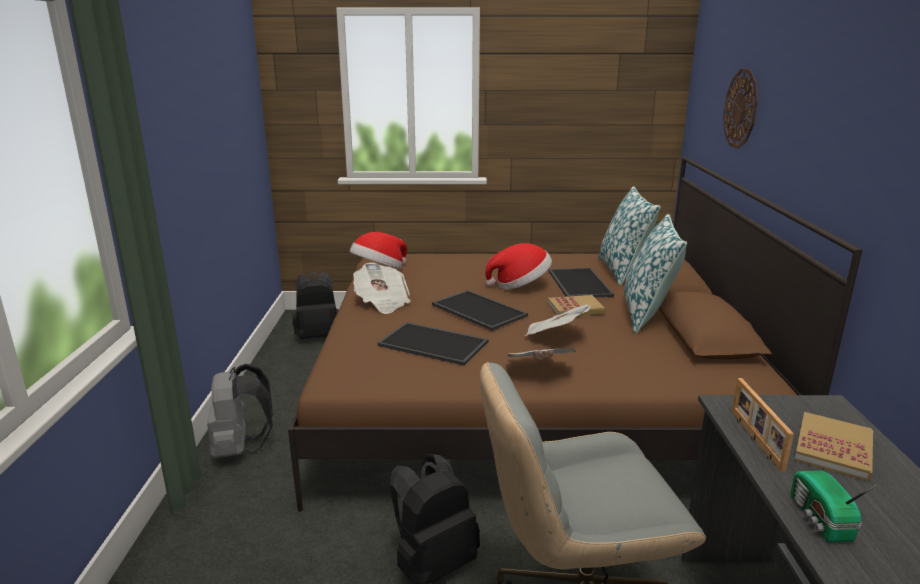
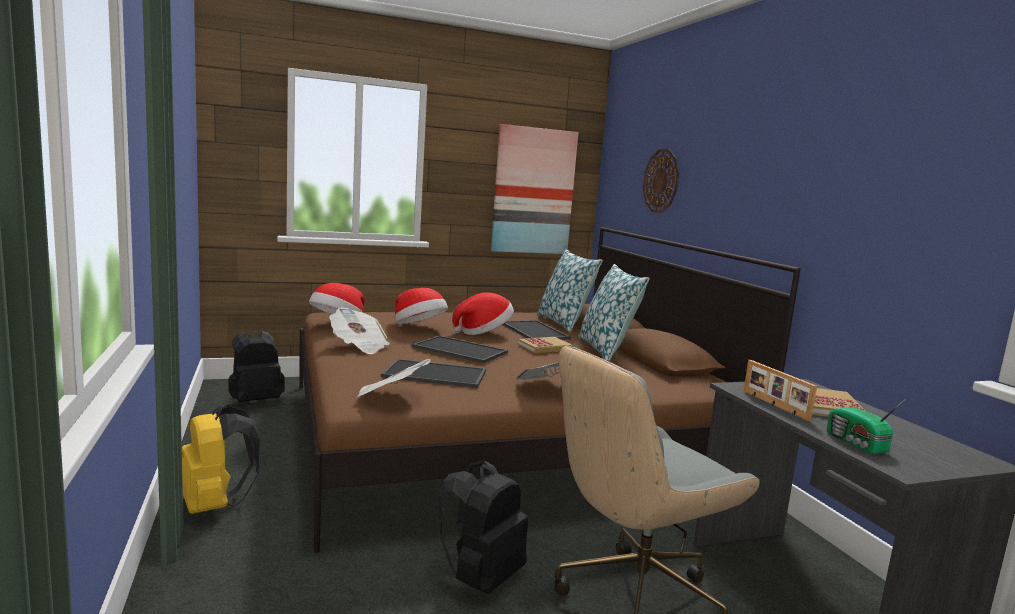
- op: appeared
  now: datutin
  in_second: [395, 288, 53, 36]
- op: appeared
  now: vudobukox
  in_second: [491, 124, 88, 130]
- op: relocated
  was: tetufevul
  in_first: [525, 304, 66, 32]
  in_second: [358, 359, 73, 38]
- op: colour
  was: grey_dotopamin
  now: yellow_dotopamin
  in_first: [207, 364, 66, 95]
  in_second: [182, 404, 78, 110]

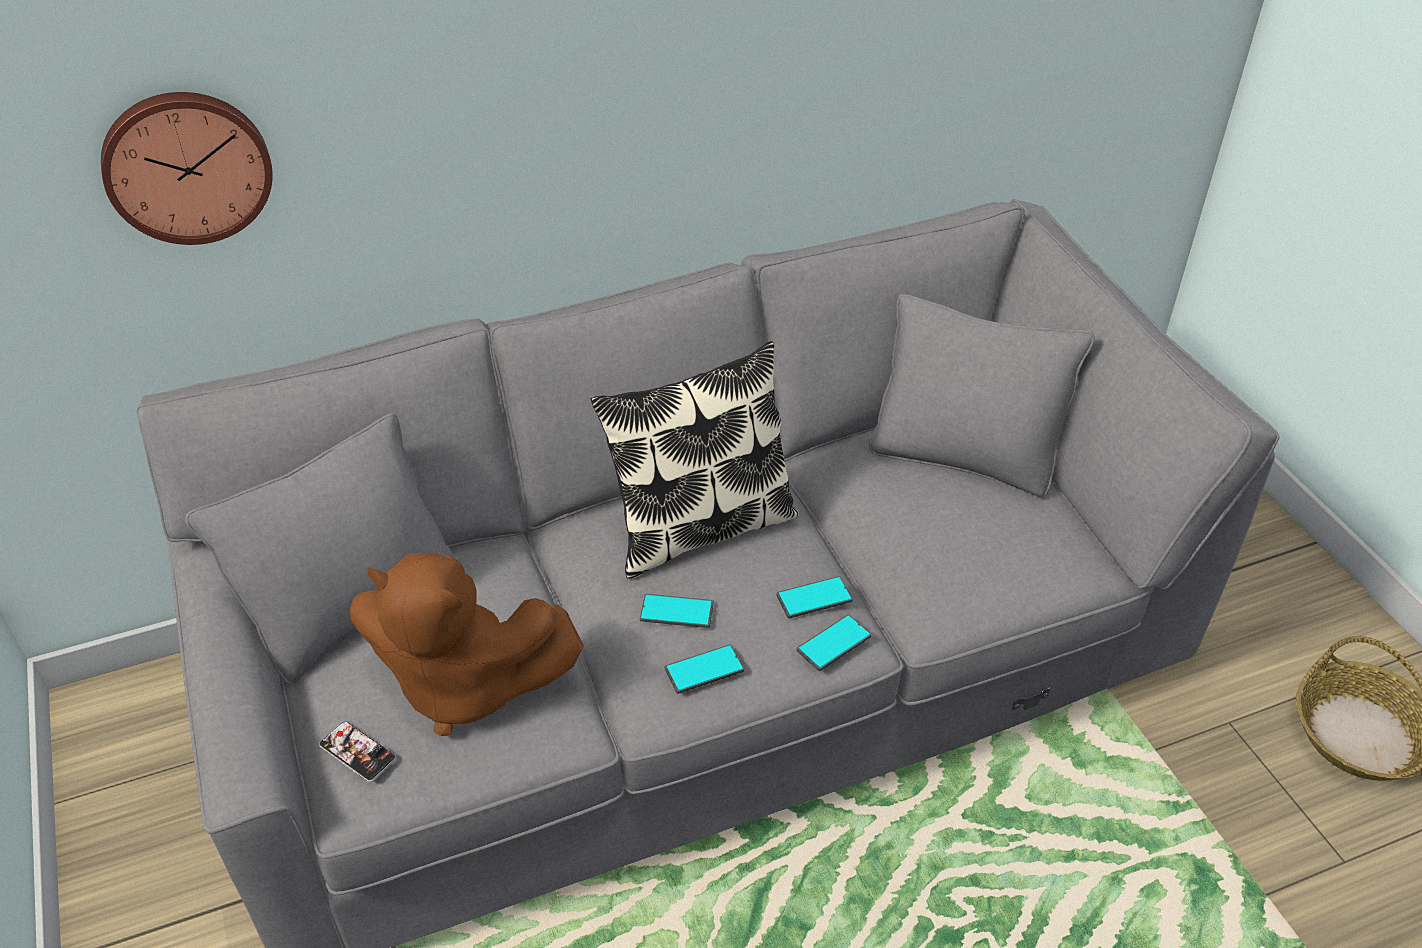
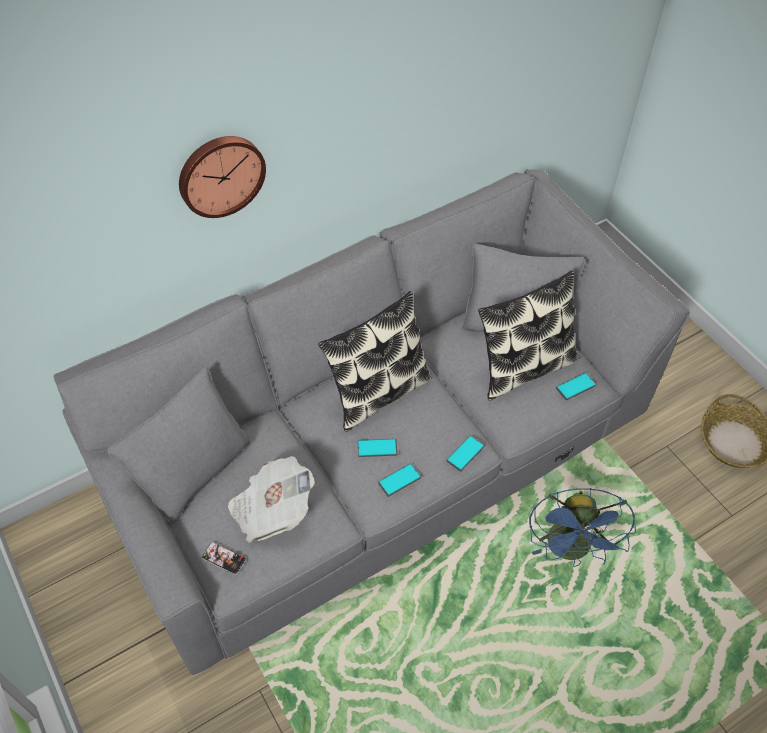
- op: appeared
  now: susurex
  in_second: [478, 271, 100, 129]
- op: appeared
  now: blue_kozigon
  in_second: [529, 488, 107, 79]
- op: relocated
  was: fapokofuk
  in_first: [101, 92, 172, 153]
  in_second: [179, 136, 87, 82]
- op: relocated
  was: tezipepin
  in_first: [776, 576, 77, 42]
  in_second: [556, 373, 40, 27]
- op: exchanged
  was: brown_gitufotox
  now: tetufevul
  in_first: [350, 553, 234, 183]
  in_second: [228, 456, 87, 87]

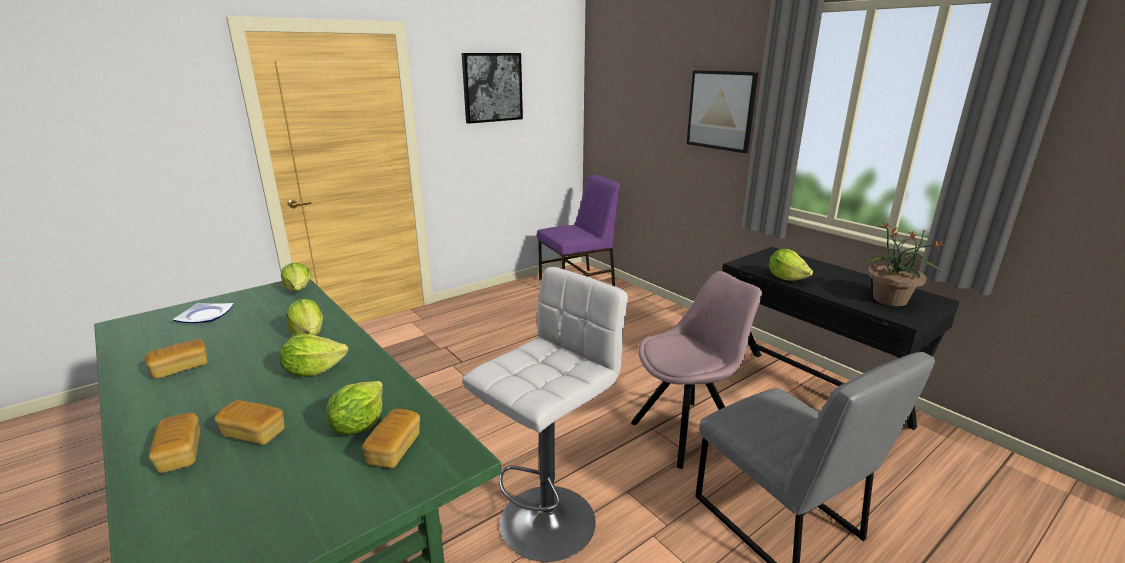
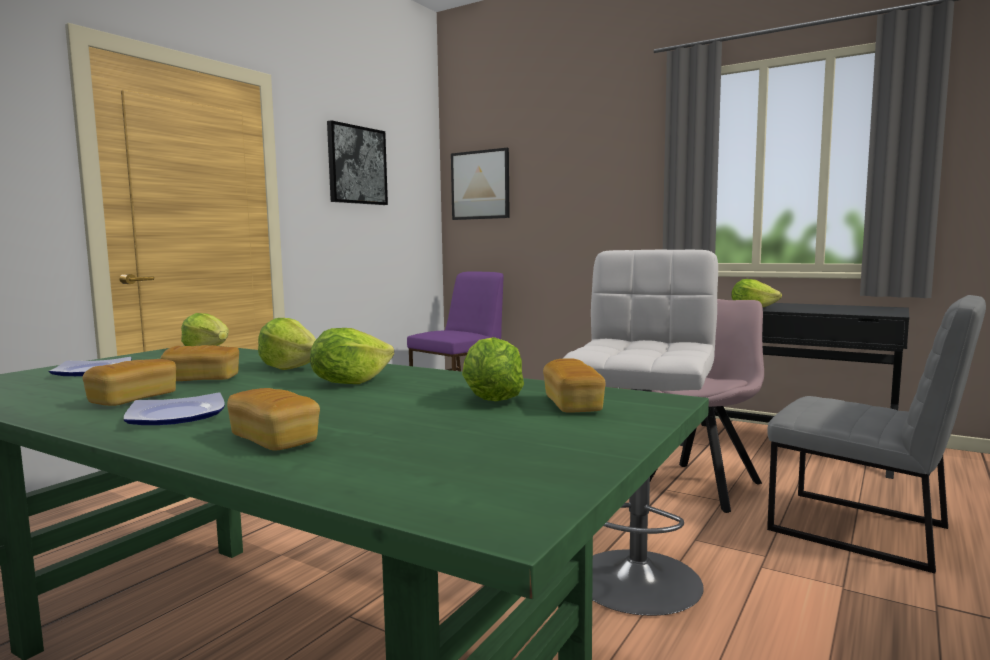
- op: missing
  was: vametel
  in_first: [864, 222, 81, 84]
- op: appeared
  now: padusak
  in_second: [124, 393, 101, 32]
- op: relocated
  was: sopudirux
  in_first: [214, 400, 71, 45]
  in_second: [160, 345, 79, 36]
- op: relocated
  was: vudobukox
  in_first: [687, 70, 71, 83]
  in_second: [451, 148, 59, 72]

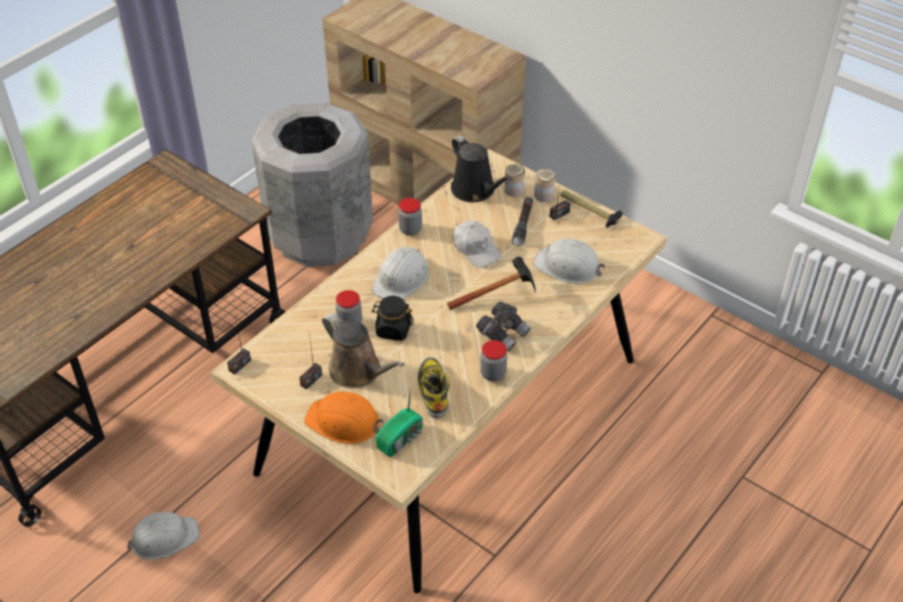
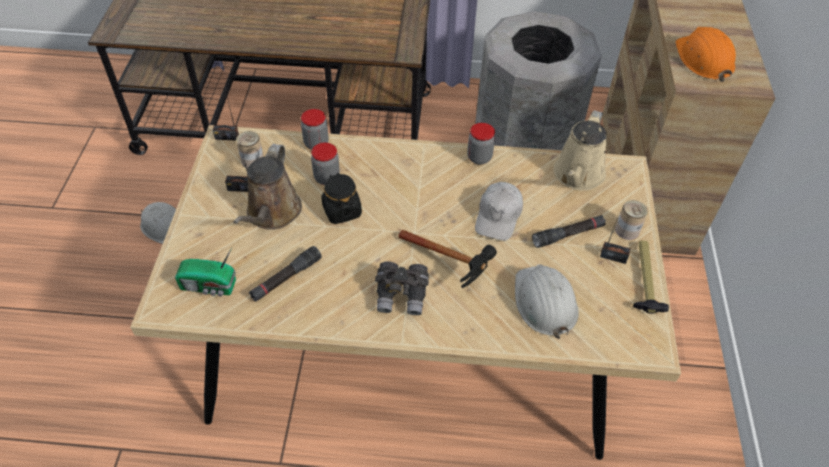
- op: missing
  was: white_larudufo
  in_first: [372, 247, 57, 52]
- op: relocated
  was: orange_larudufo
  in_first: [304, 392, 80, 52]
  in_second: [675, 27, 61, 55]
- op: relocated
  was: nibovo
  in_first: [480, 340, 27, 41]
  in_second: [301, 109, 28, 41]
- op: relocated
  was: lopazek
  in_first: [504, 164, 21, 33]
  in_second: [236, 131, 28, 37]
- op: exchanged
  was: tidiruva
  now: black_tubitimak
  in_first: [418, 357, 32, 61]
  in_second: [249, 246, 73, 55]
- op: colour
  was: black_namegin
  now: beige_namegin
  in_first: [451, 136, 61, 66]
  in_second: [553, 110, 54, 81]

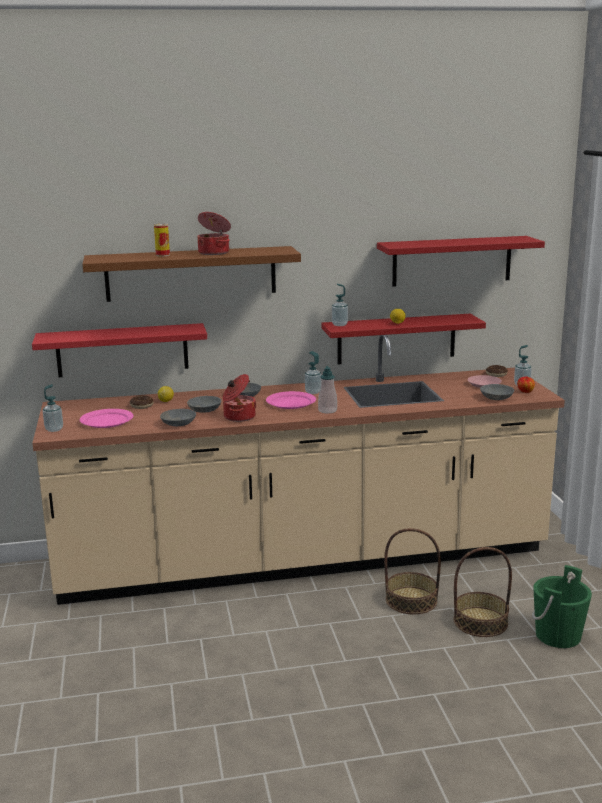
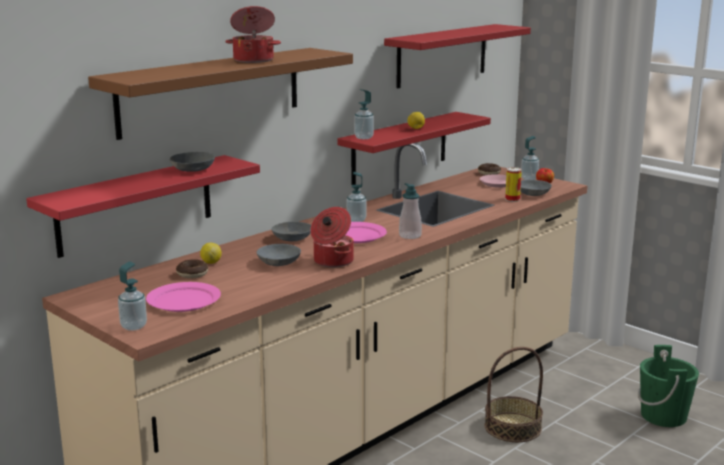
- op: missing
  was: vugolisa
  in_first: [454, 547, 58, 90]
- op: relocated
  was: lopazek
  in_first: [154, 224, 16, 32]
  in_second: [505, 167, 17, 35]
- op: relocated
  was: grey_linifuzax
  in_first: [160, 409, 36, 17]
  in_second: [169, 152, 46, 20]

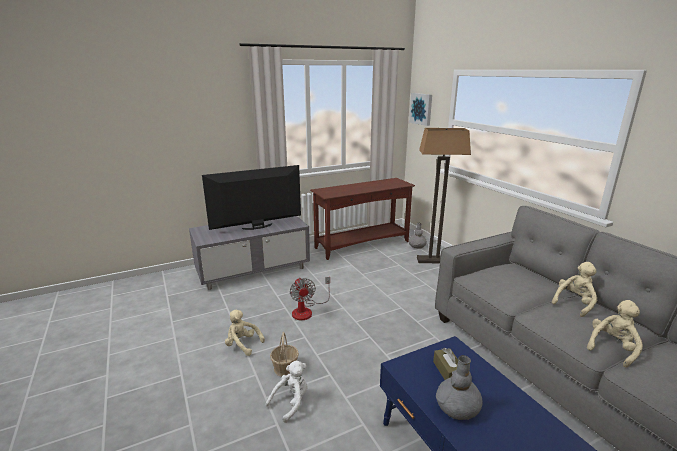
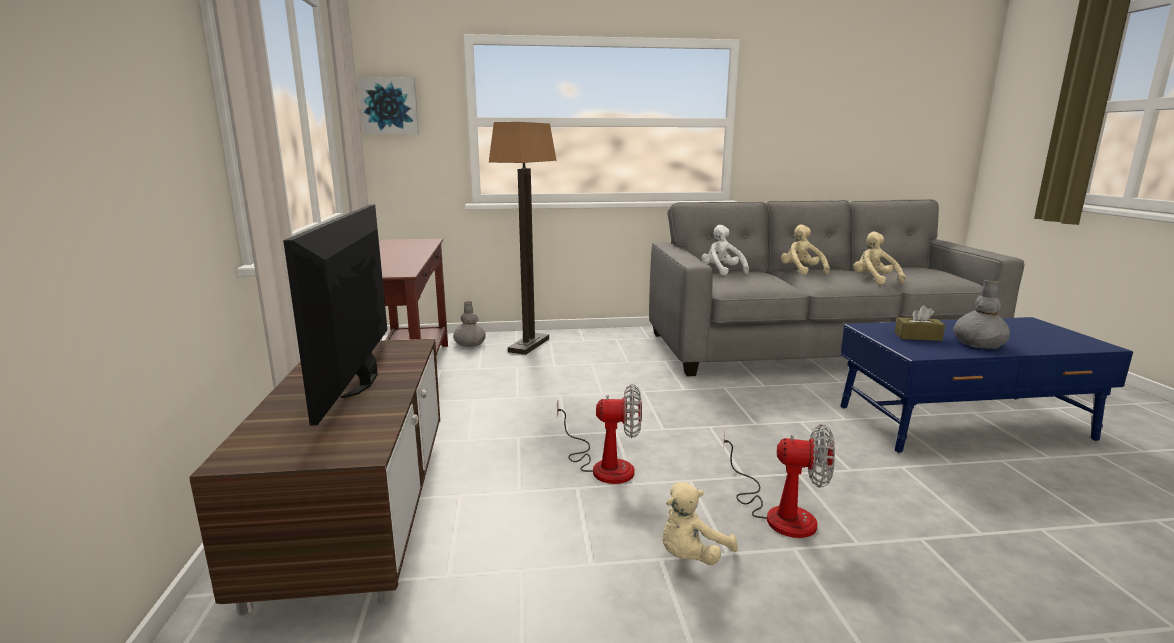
- op: relocated
  was: white_gitufotox
  in_first: [266, 361, 42, 62]
  in_second: [701, 225, 48, 51]
- op: exchanged
  was: vugolisa
  now: kozigon
  in_first: [270, 332, 29, 45]
  in_second: [723, 424, 112, 114]
- op: colour
  was: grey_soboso
  now: brown_soboso
  in_first: [189, 216, 121, 74]
  in_second: [189, 339, 251, 276]

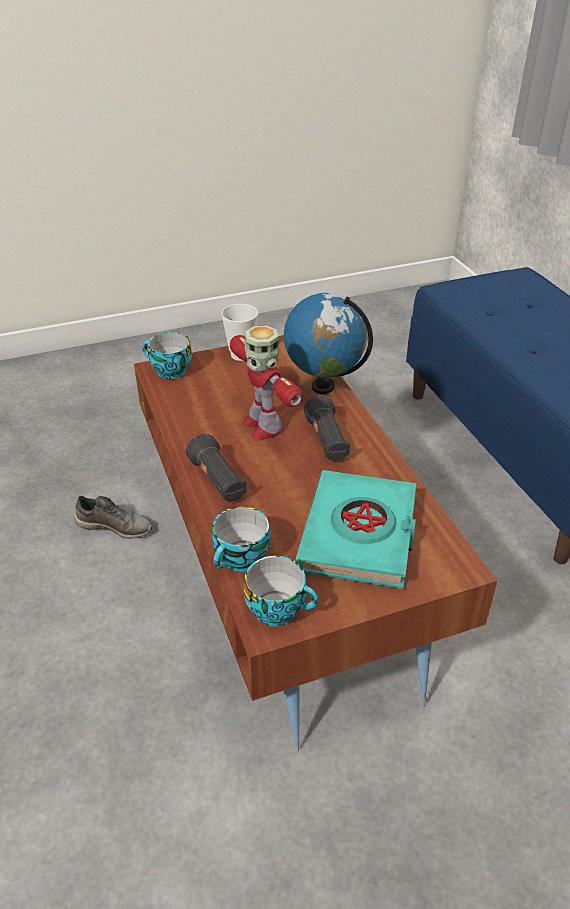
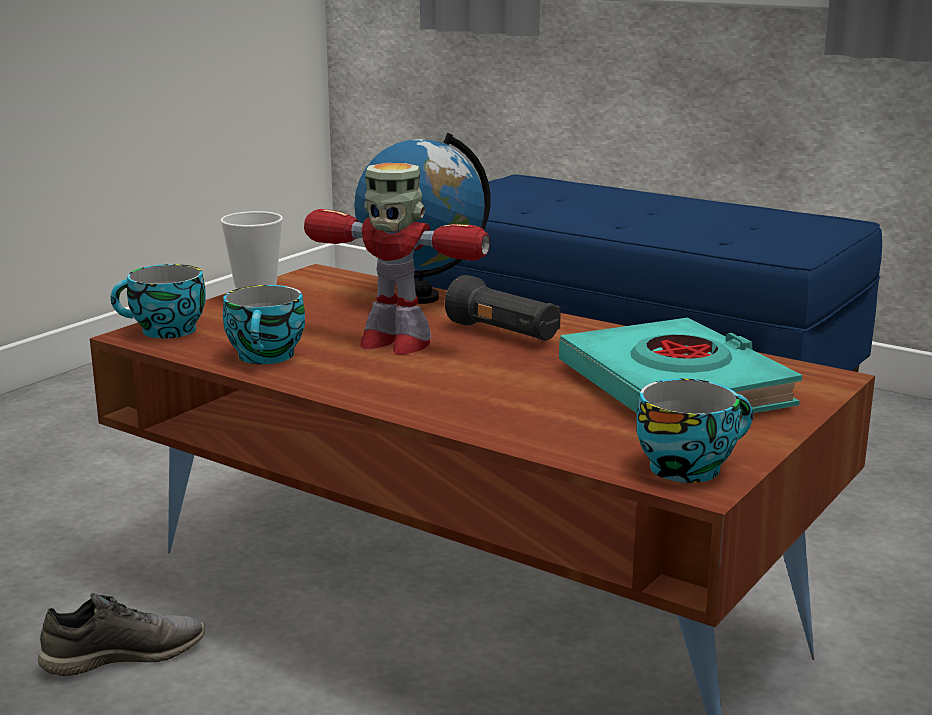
- op: missing
  was: black_tubitimak
  in_first: [186, 434, 61, 68]
- op: relocated
  was: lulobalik
  in_first: [212, 506, 59, 66]
  in_second: [223, 285, 82, 79]

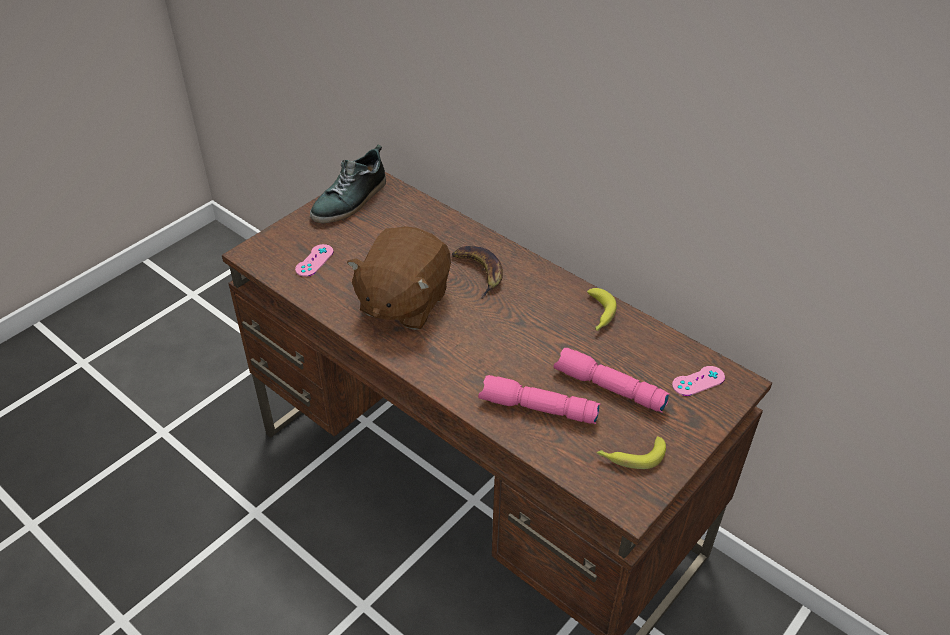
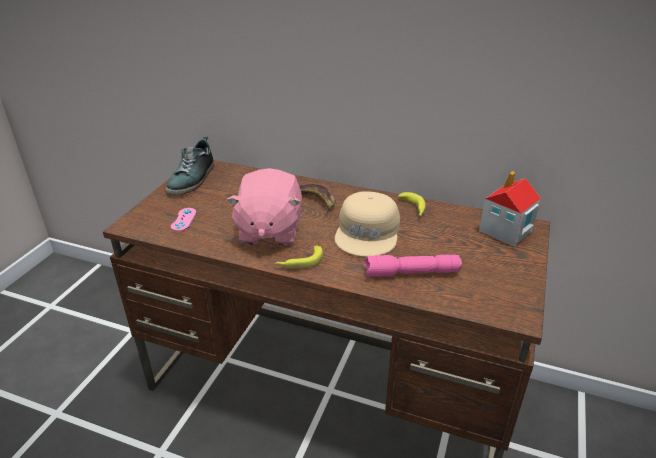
- op: missing
  was: pink_tubitimak
  in_first: [554, 348, 116, 65]
- op: appeared
  now: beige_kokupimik
  in_second: [335, 192, 65, 65]
- op: relocated
  was: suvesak
  in_first: [597, 436, 69, 33]
  in_second: [275, 246, 48, 23]
- op: exchanged
  was: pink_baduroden
  now: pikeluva
  in_first: [672, 366, 53, 30]
  in_second: [479, 171, 62, 76]
- op: colour
  was: brown_gitufotox
  now: pink_gitufotox
  in_first: [347, 226, 104, 104]
  in_second: [226, 168, 76, 78]

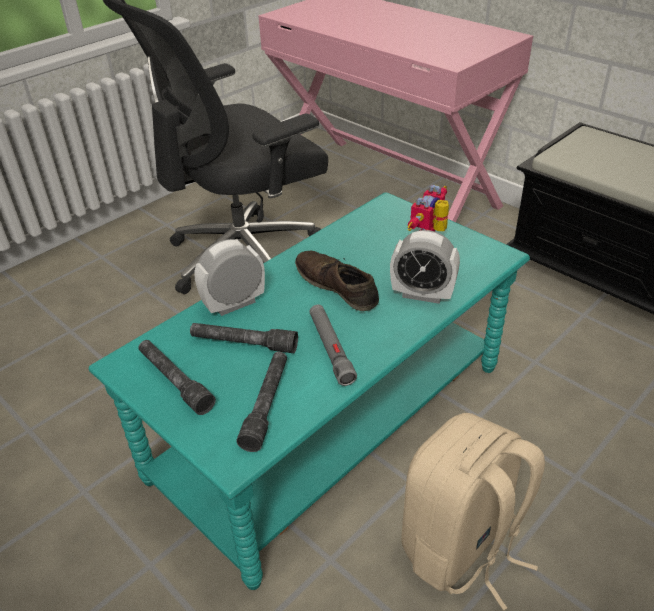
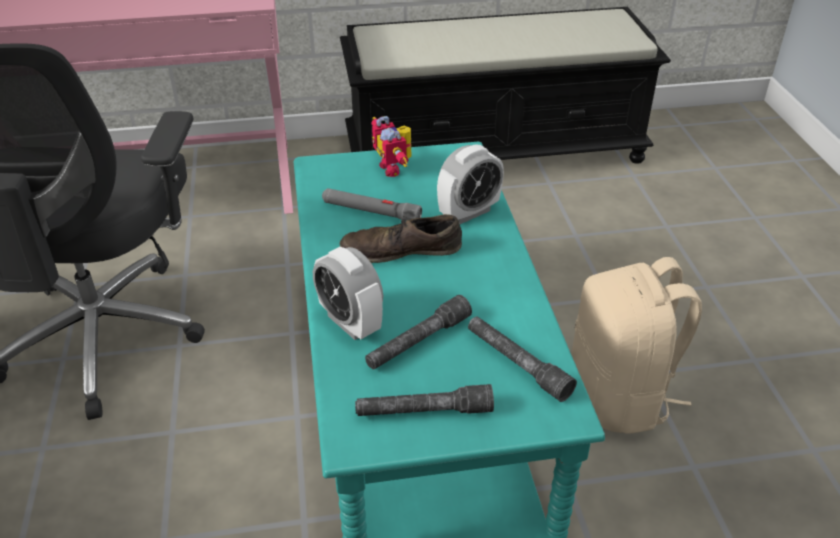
- op: relocated
  was: grey_tubitimak
  in_first: [309, 305, 48, 81]
  in_second: [322, 188, 100, 34]
- op: spun
  was: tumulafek
  in_first: [194, 239, 71, 77]
  in_second: [313, 247, 70, 93]
  clockwise: -45

